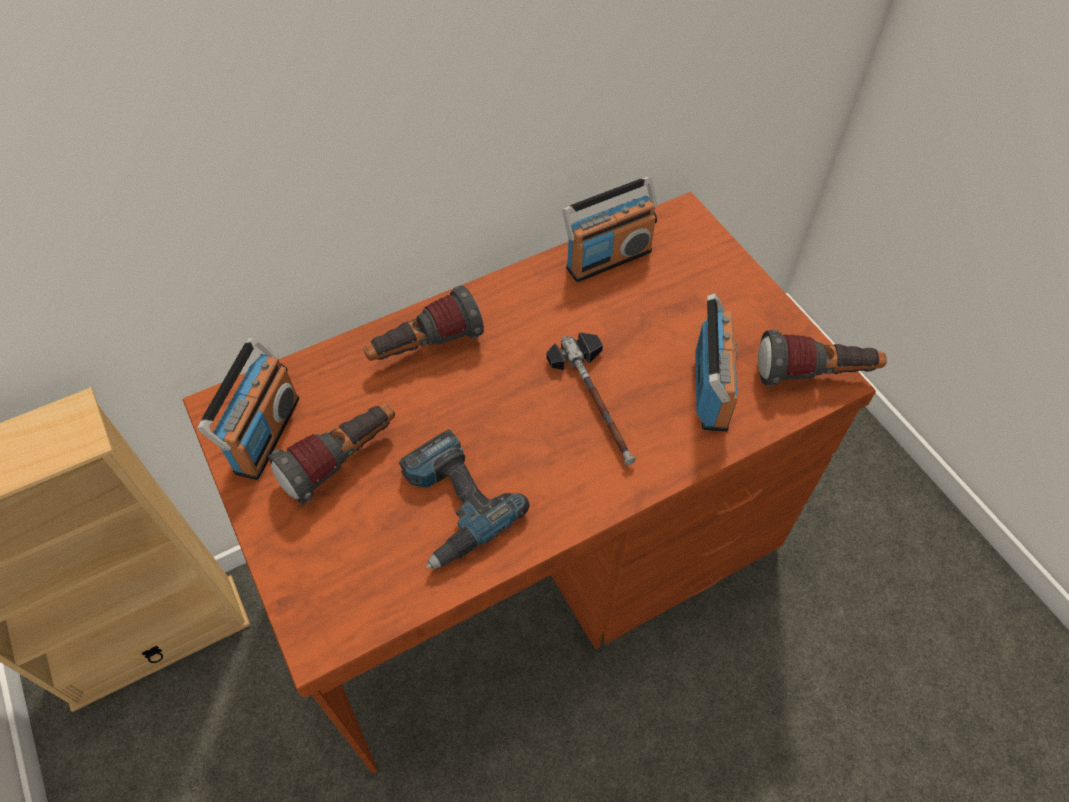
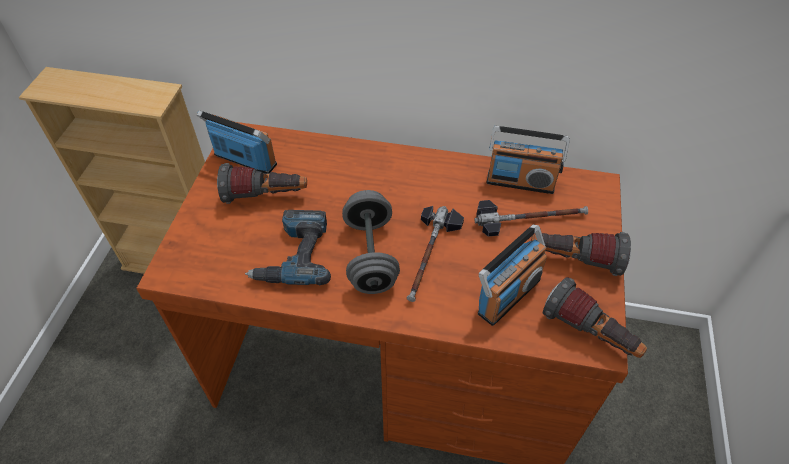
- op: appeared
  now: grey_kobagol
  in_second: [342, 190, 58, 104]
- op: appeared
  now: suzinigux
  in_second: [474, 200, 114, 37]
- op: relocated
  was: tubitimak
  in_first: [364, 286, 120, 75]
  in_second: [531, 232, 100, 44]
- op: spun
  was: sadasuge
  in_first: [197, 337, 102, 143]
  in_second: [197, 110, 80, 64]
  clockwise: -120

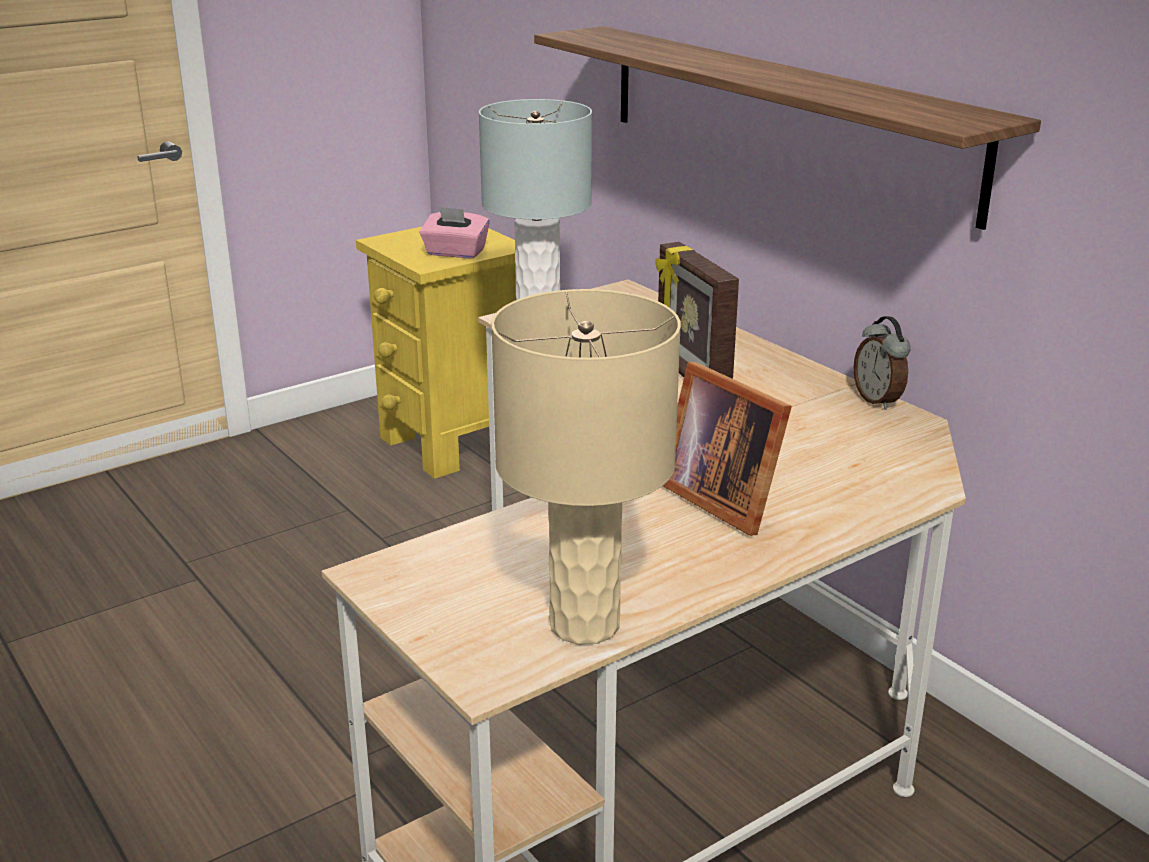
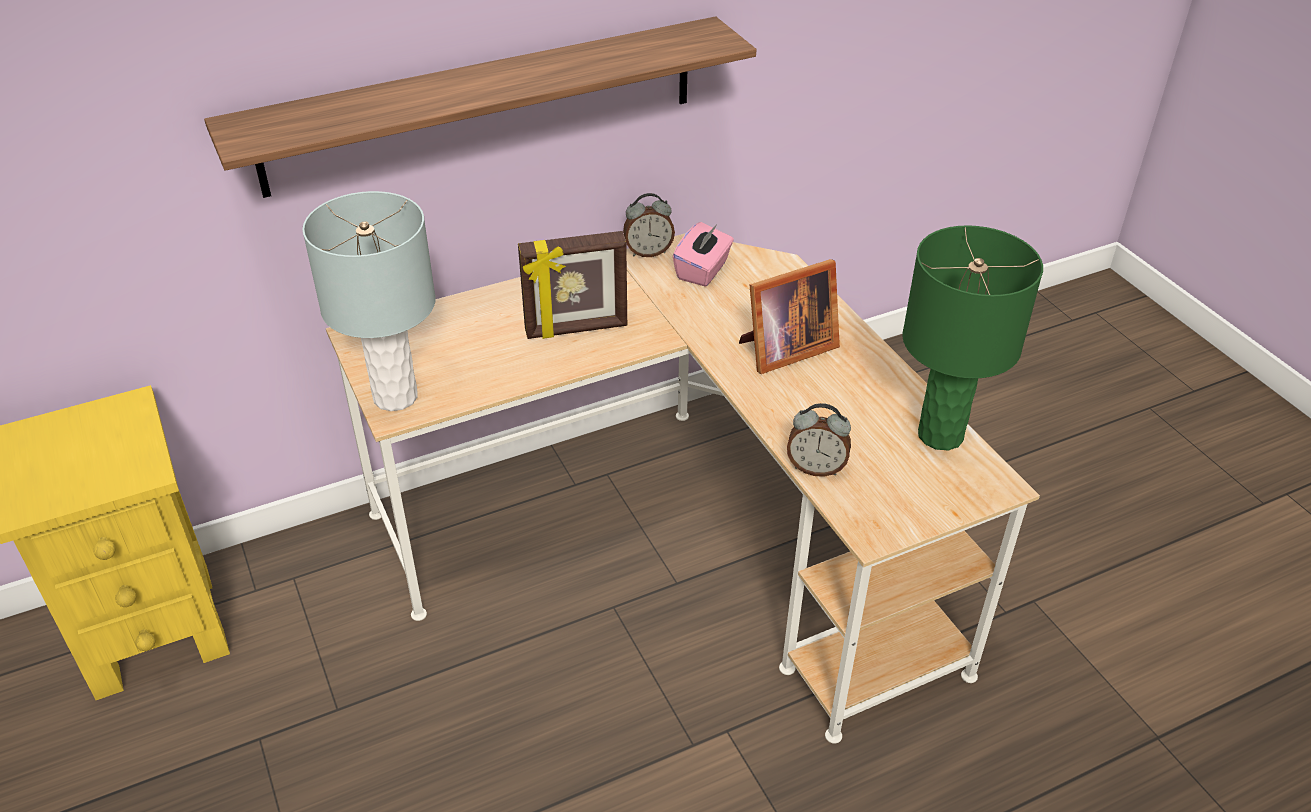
- op: appeared
  now: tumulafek
  in_second: [787, 403, 64, 74]
- op: relocated
  was: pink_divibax
  in_first: [420, 206, 70, 52]
  in_second: [673, 222, 61, 65]
- op: colour
  was: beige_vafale
  now: green_vafale
  in_first: [491, 289, 190, 356]
  in_second: [902, 225, 141, 226]

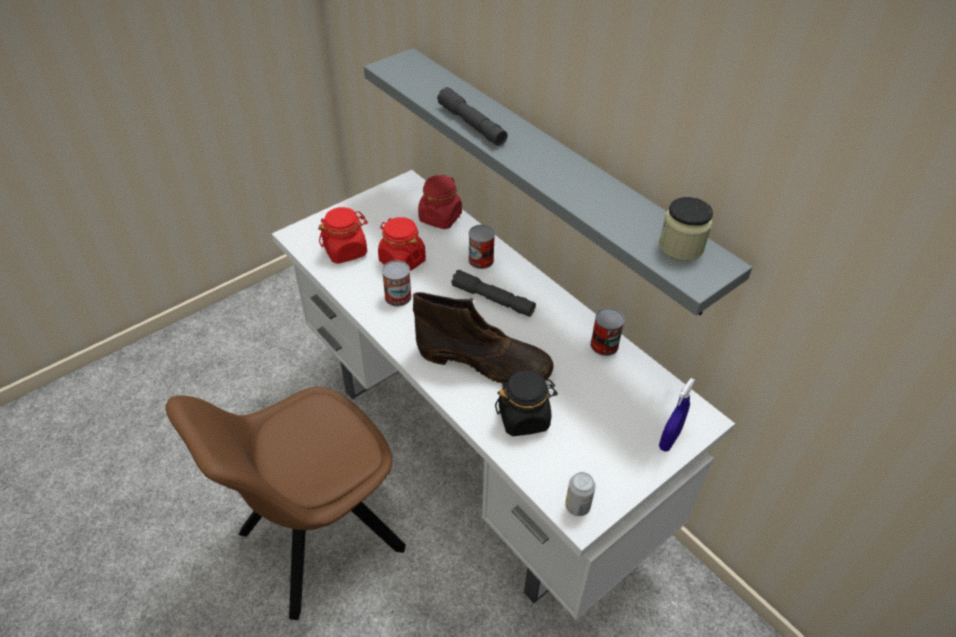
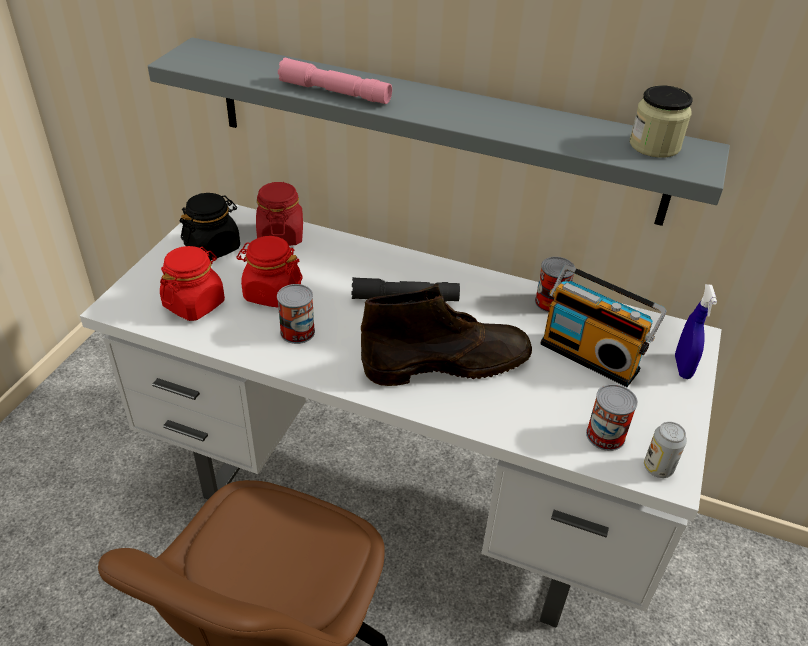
- op: appeared
  now: sadasuge
  in_second: [540, 265, 127, 122]
- op: relocated
  was: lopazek
  in_first: [468, 225, 27, 44]
  in_second: [586, 384, 52, 67]
- op: relocated
  was: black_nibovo
  in_first: [495, 370, 63, 66]
  in_second: [180, 193, 60, 67]
- op: colour
  was: grey_tubitimak
  now: pink_tubitimak
  in_first: [437, 87, 71, 59]
  in_second: [278, 58, 114, 46]

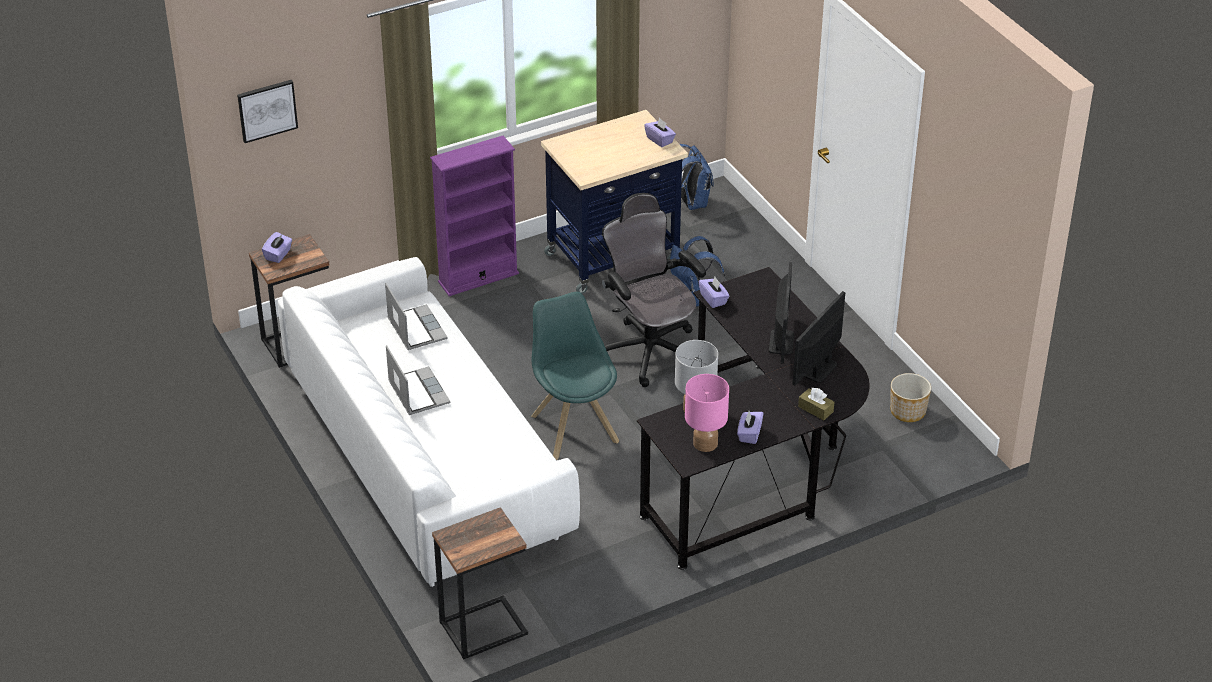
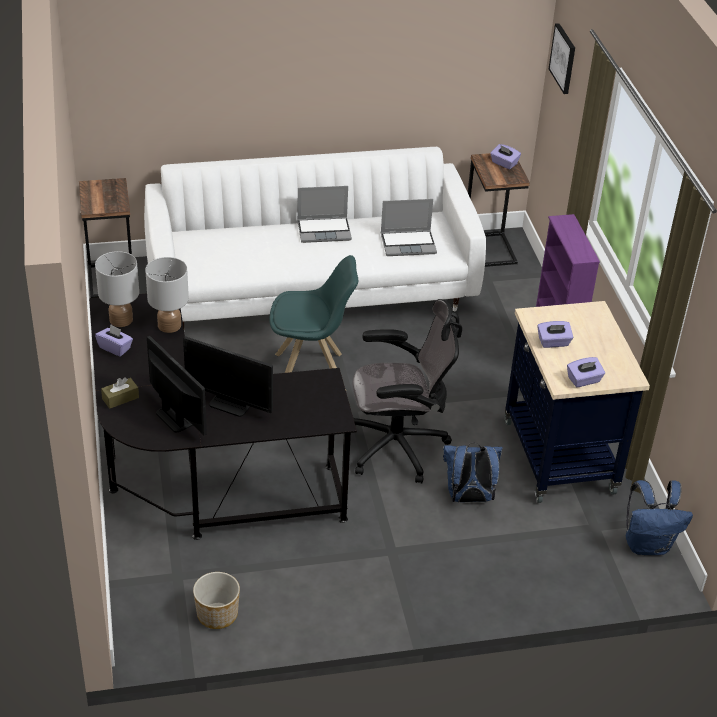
- op: relocated
  was: purple_divibax
  in_first: [699, 277, 31, 31]
  in_second: [537, 321, 36, 27]
- op: colour
  was: pink_vafale
  now: grey_vafale
  in_first: [685, 374, 44, 78]
  in_second: [95, 251, 44, 76]

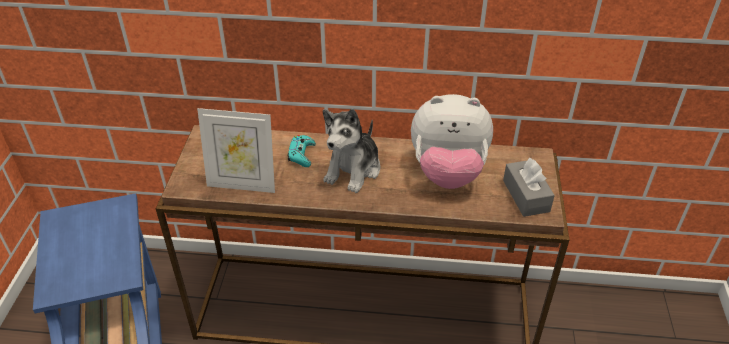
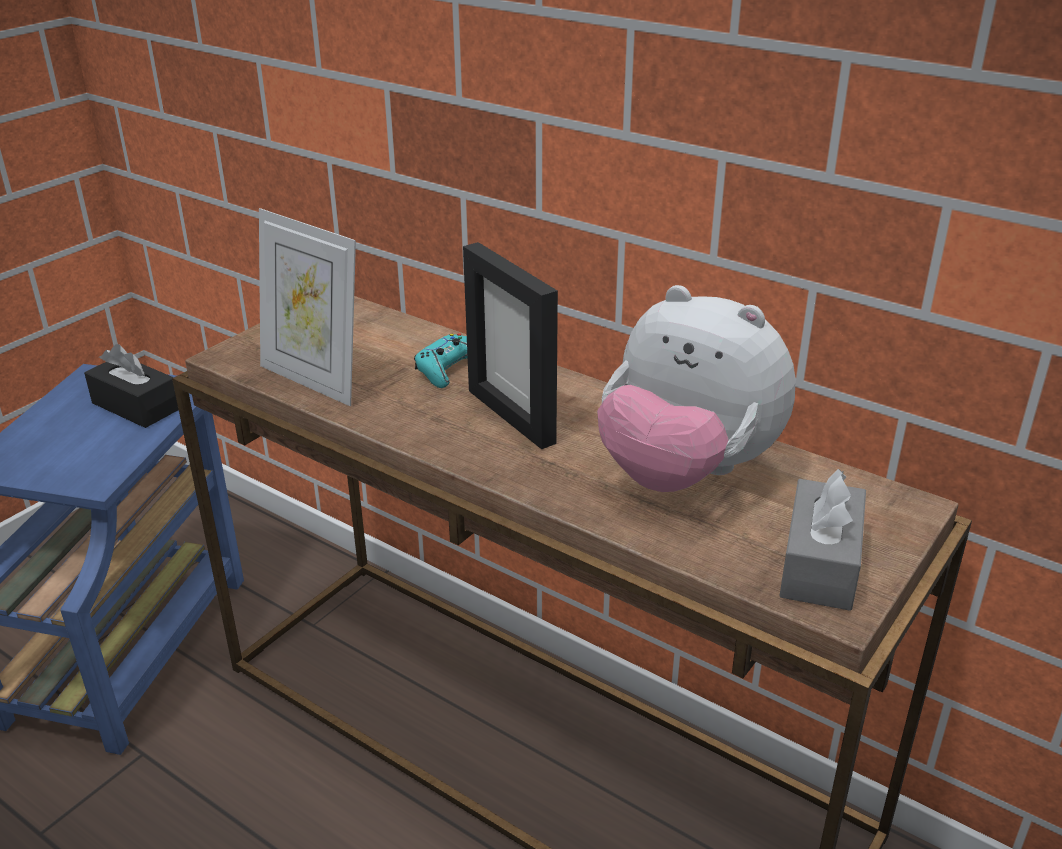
- op: appeared
  now: black_divibax
  in_second: [84, 344, 95, 84]
- op: exchanged
  was: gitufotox
  now: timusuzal
  in_first: [323, 109, 57, 84]
  in_second: [463, 242, 95, 207]

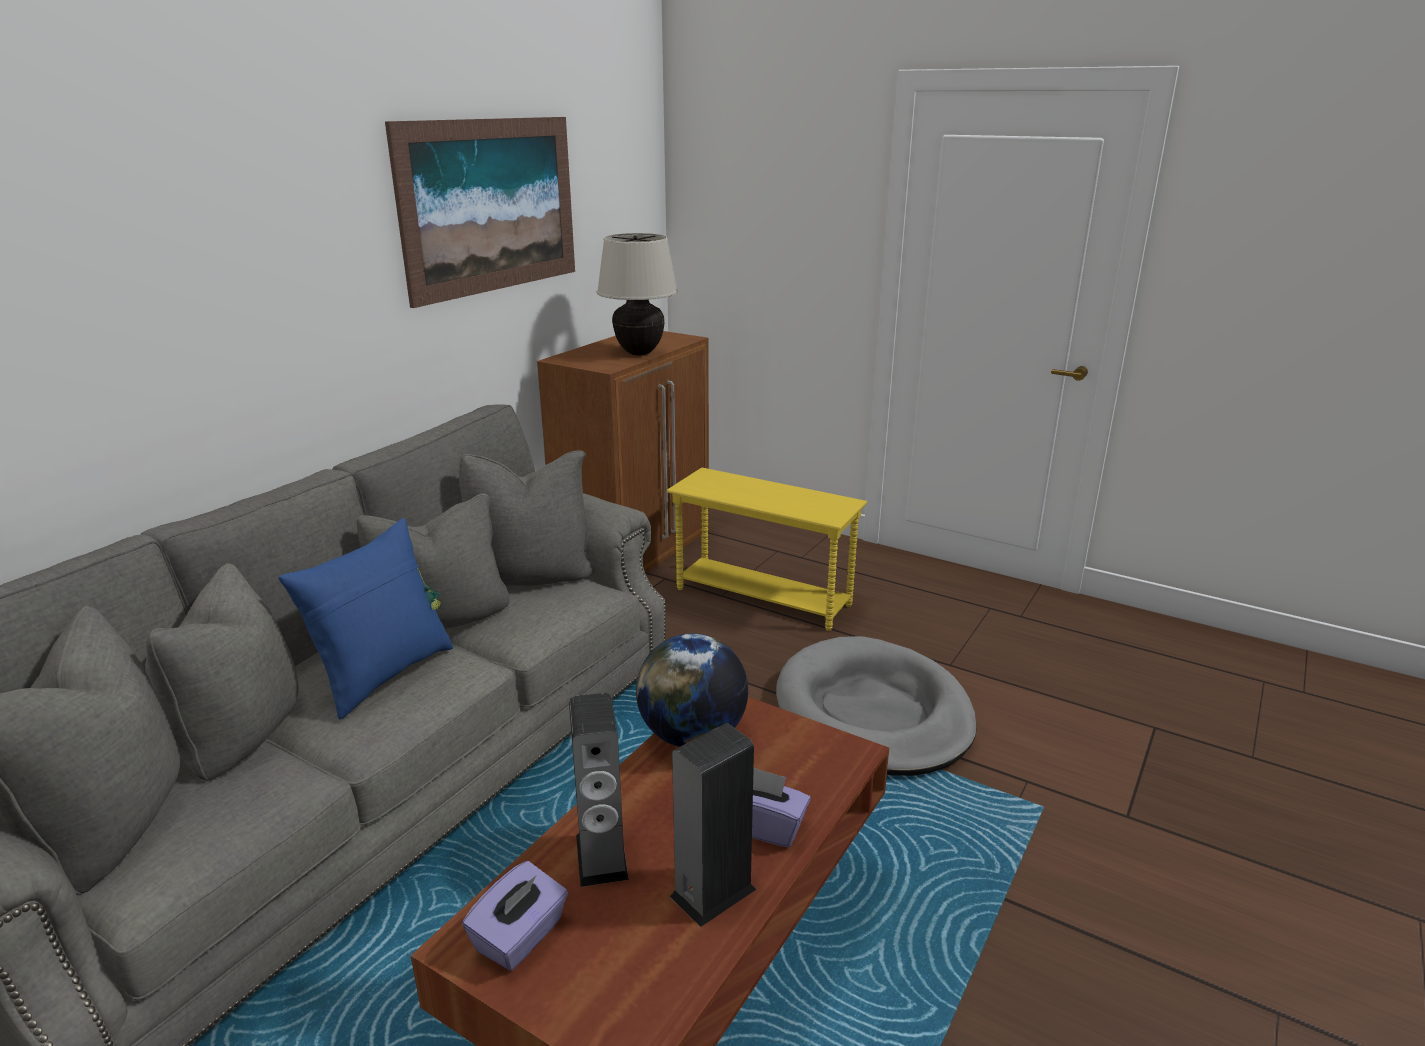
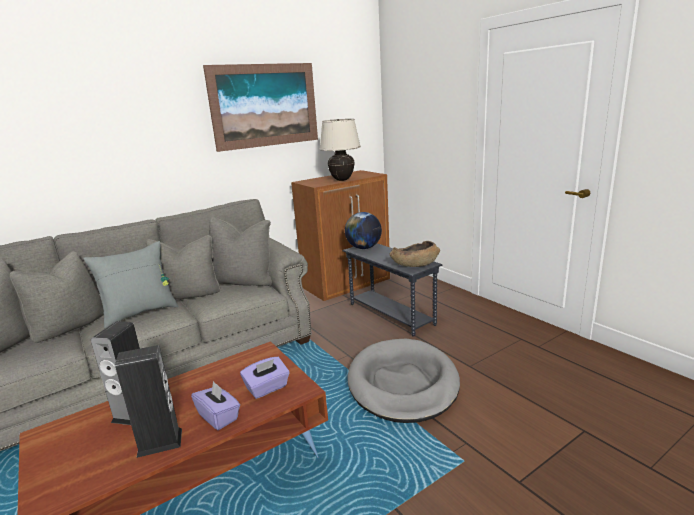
- op: appeared
  now: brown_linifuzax
  in_second: [389, 241, 51, 26]
- op: relocated
  was: purple_divibax
  in_first: [462, 861, 106, 110]
  in_second: [240, 357, 50, 42]
- op: relocated
  was: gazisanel
  in_first: [636, 634, 112, 113]
  in_second: [345, 212, 37, 37]
- op: colour
  was: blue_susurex
  now: grey_susurex
  in_first: [278, 518, 175, 201]
  in_second: [83, 241, 95, 87]
- op: colour
  was: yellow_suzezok
  now: grey_suzezok
  in_first: [666, 467, 201, 164]
  in_second: [343, 243, 99, 93]

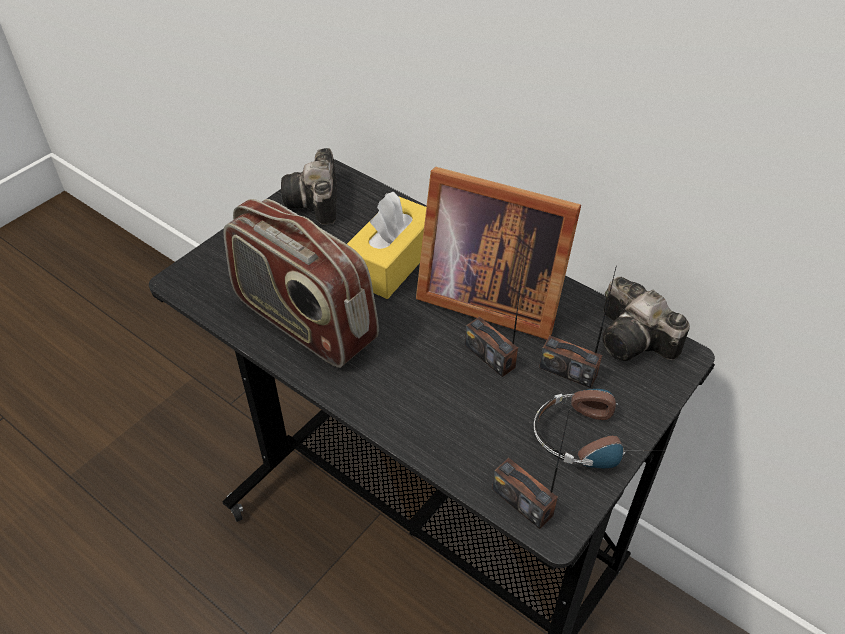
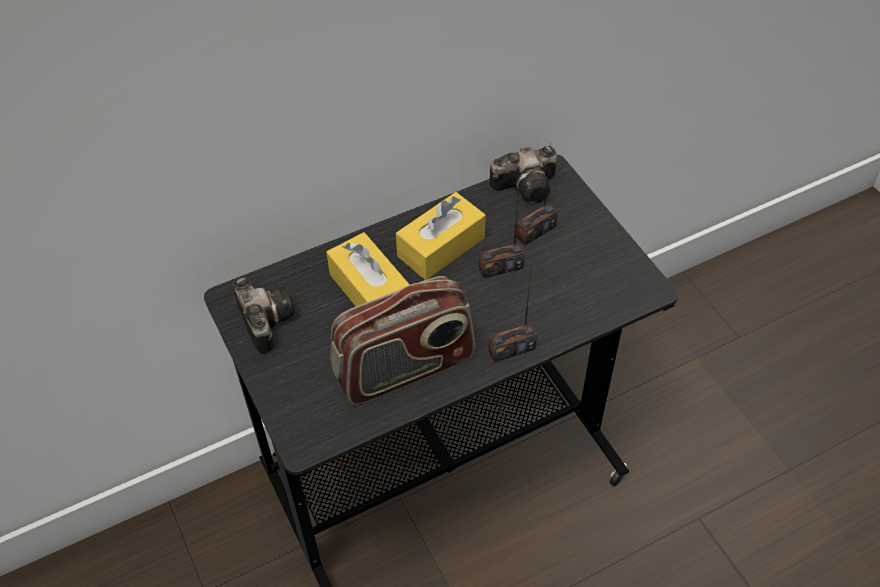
- op: missing
  was: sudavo
  in_first: [534, 389, 133, 79]
- op: relocated
  was: sadasuge
  in_first: [492, 409, 78, 120]
  in_second: [488, 268, 49, 95]
- op: exchanged
  was: timusuzal
  now: yellow_divibax
  in_first: [416, 167, 165, 173]
  in_second: [396, 192, 90, 88]
- op: spun
  was: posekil
  in_first: [281, 148, 56, 77]
  in_second: [233, 277, 62, 78]
  clockwise: -135

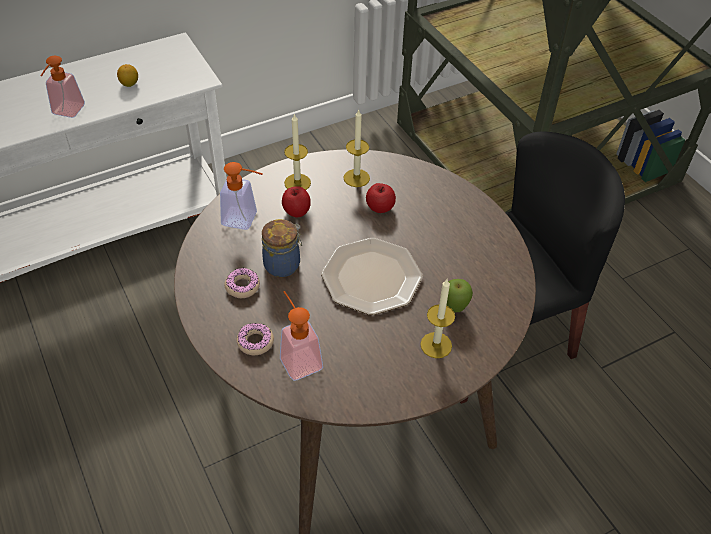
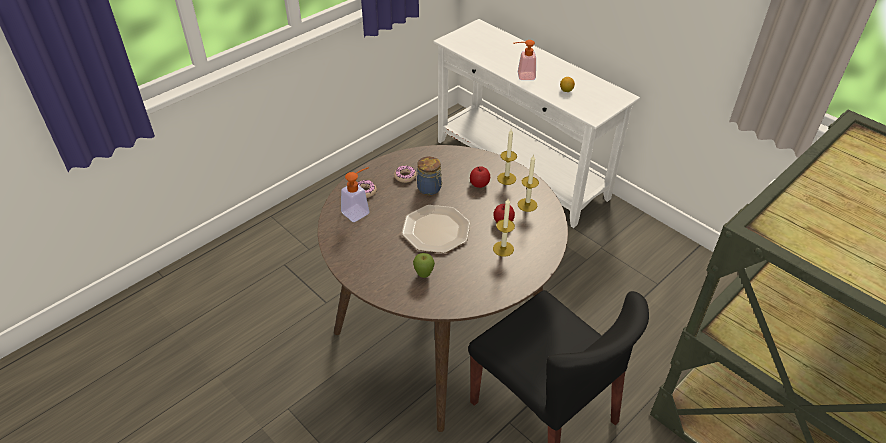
- op: missing
  was: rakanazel
  in_first: [220, 162, 43, 68]
- op: relocated
  was: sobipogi
  in_first: [420, 279, 35, 79]
  in_second: [493, 199, 22, 58]

